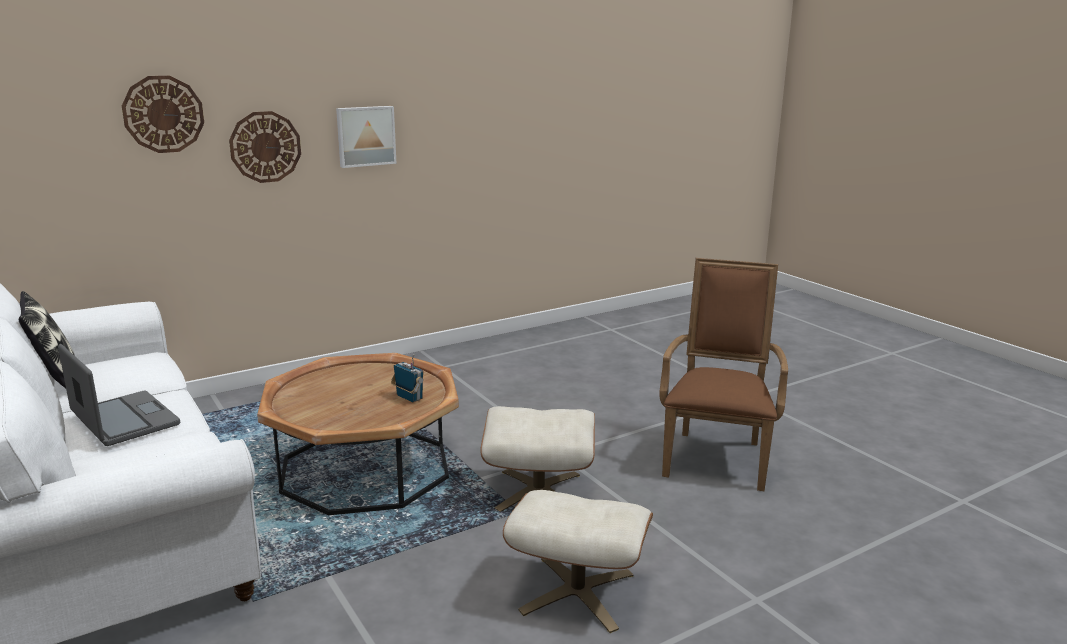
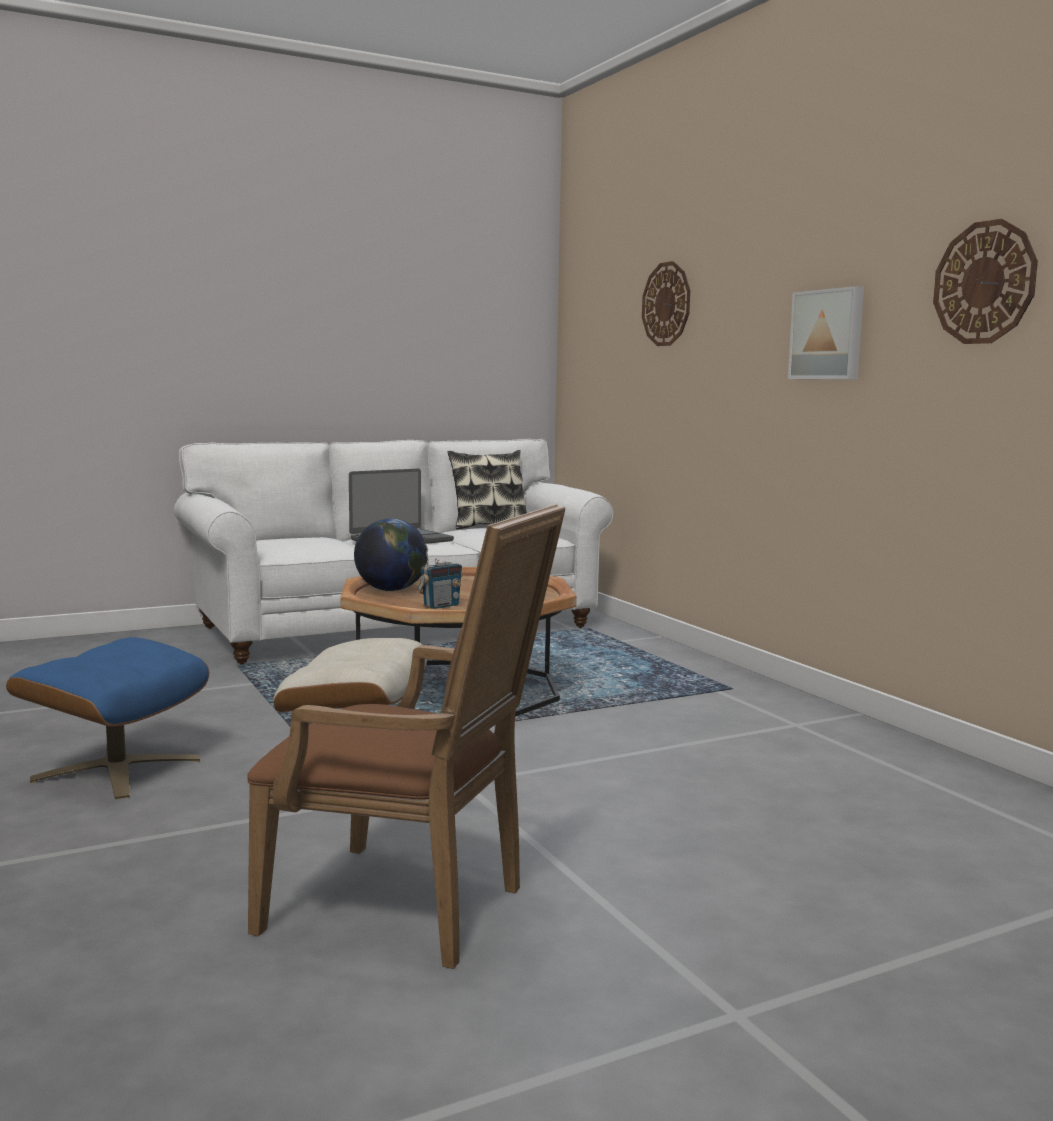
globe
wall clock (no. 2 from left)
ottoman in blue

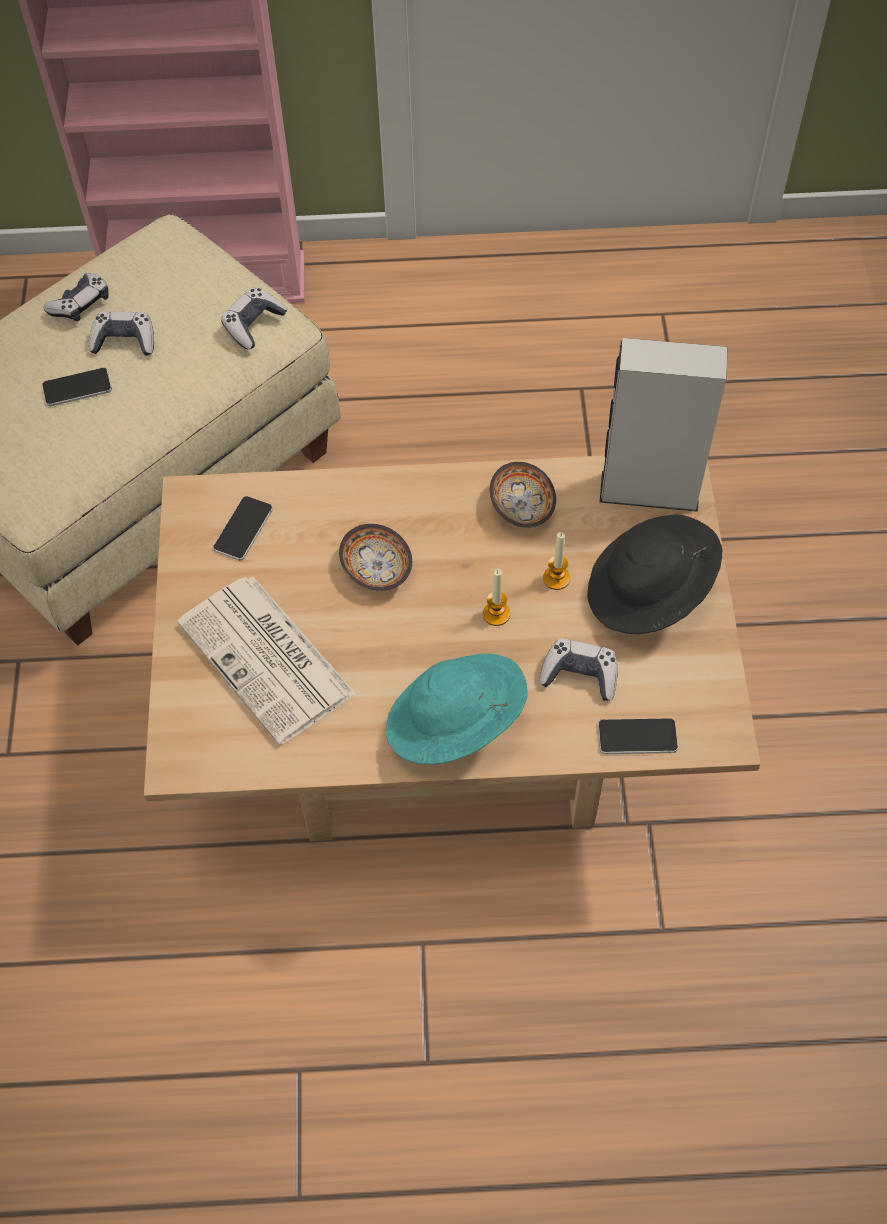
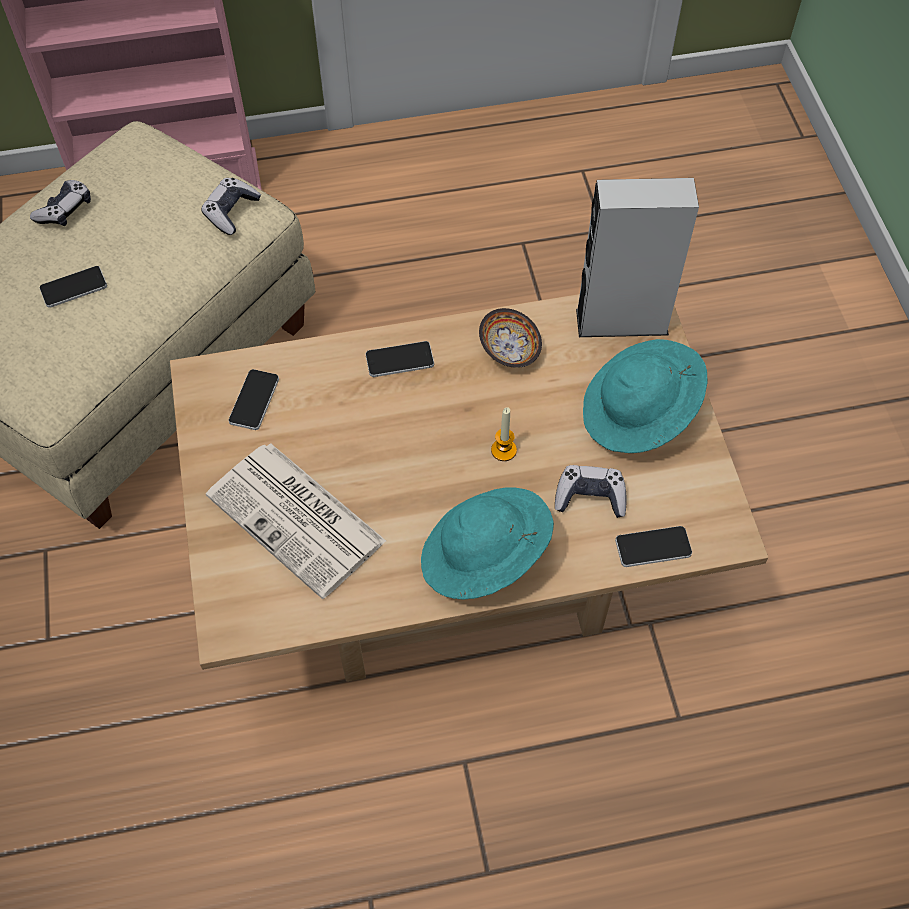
game controller (no. 2 from left in the first image)
bowl (no. 1 from left in the first image)
candle (no. 2 from left in the first image)
phone (no. 3 from left)
hat in turquoise (no. 2 from left)

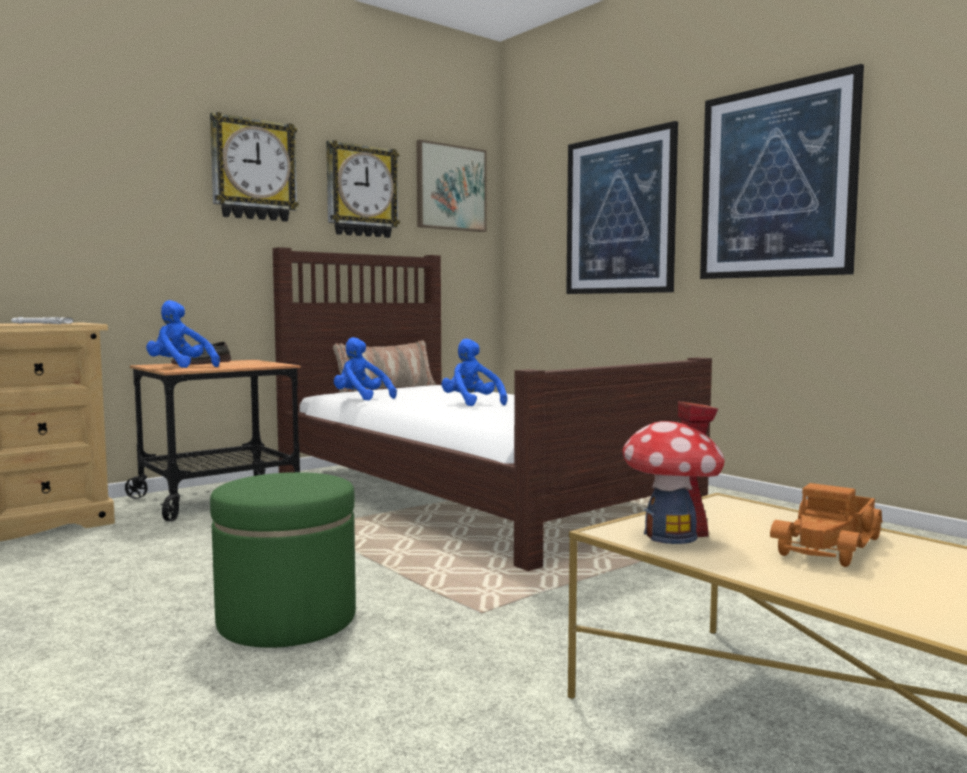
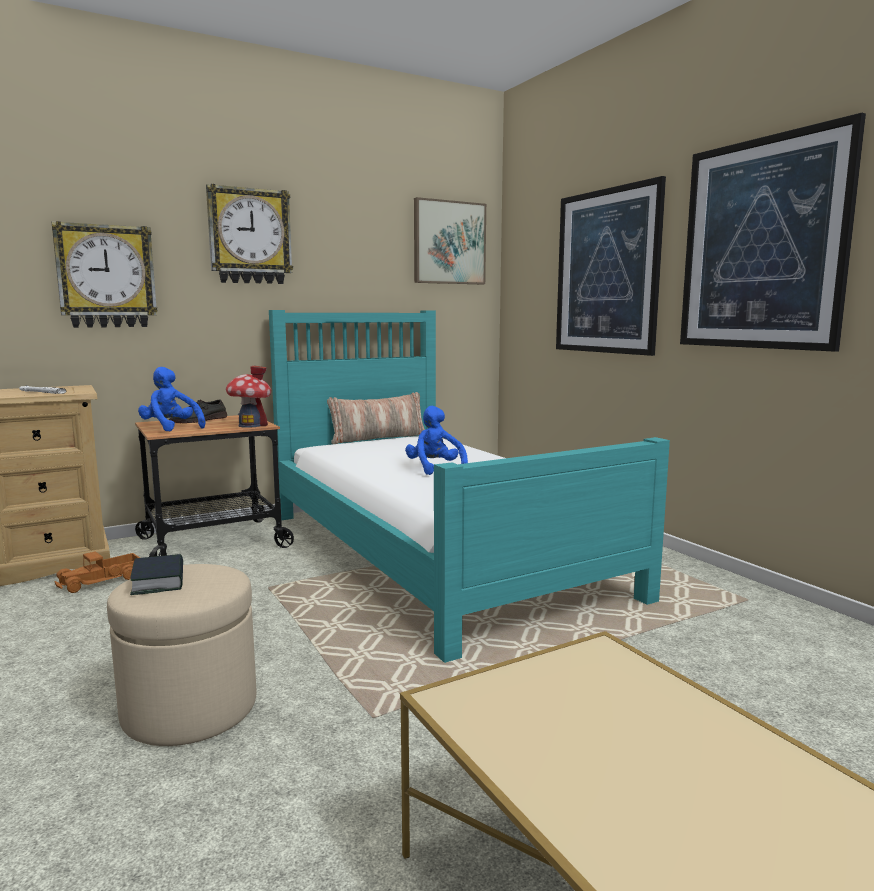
plush toy in blue (no. 2 from left in the first image)
book
wall clock (no. 1 from left)
toy house
toy truck
ottoman in beige
bed in turquoise

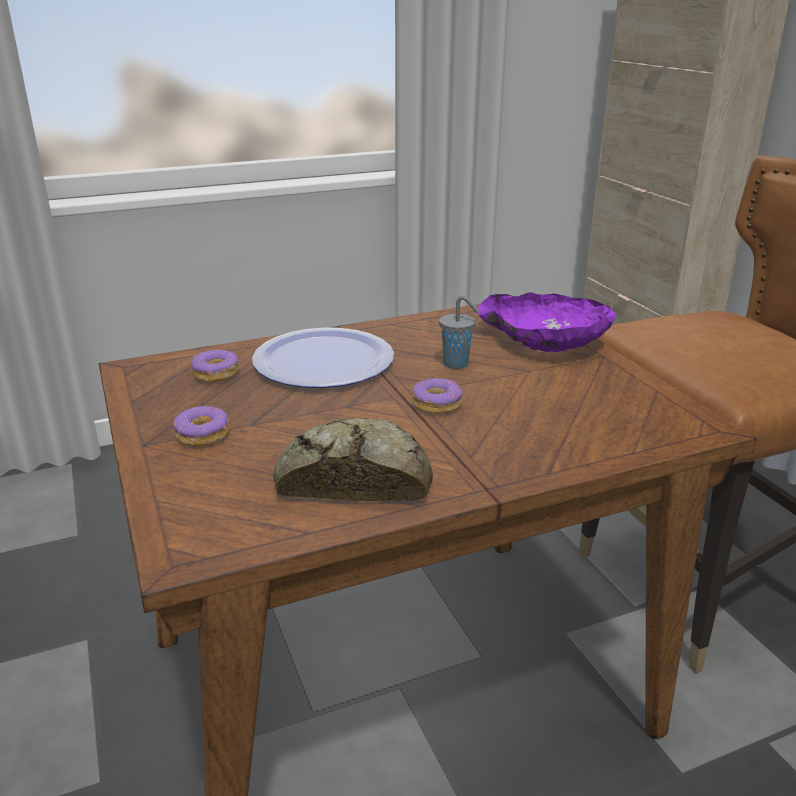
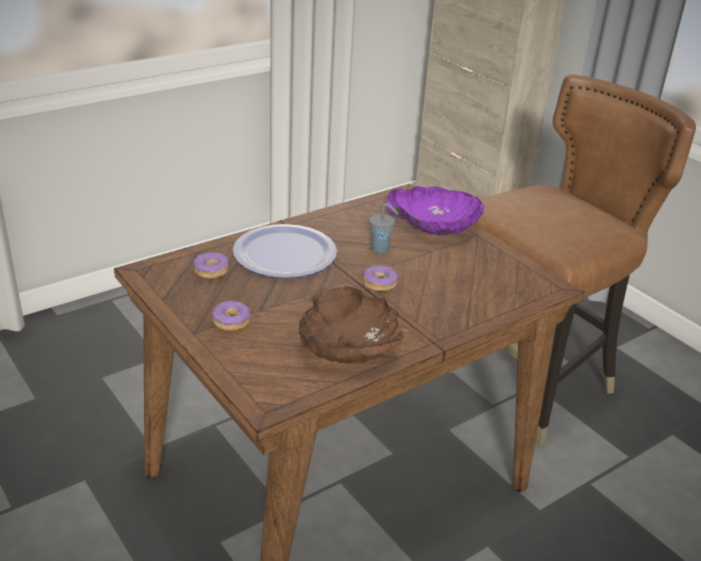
bowl in brown

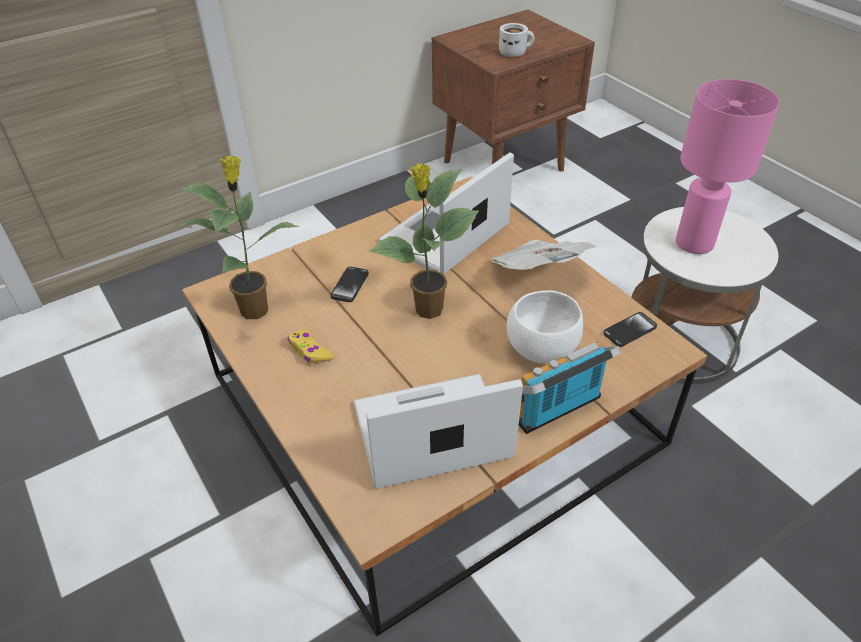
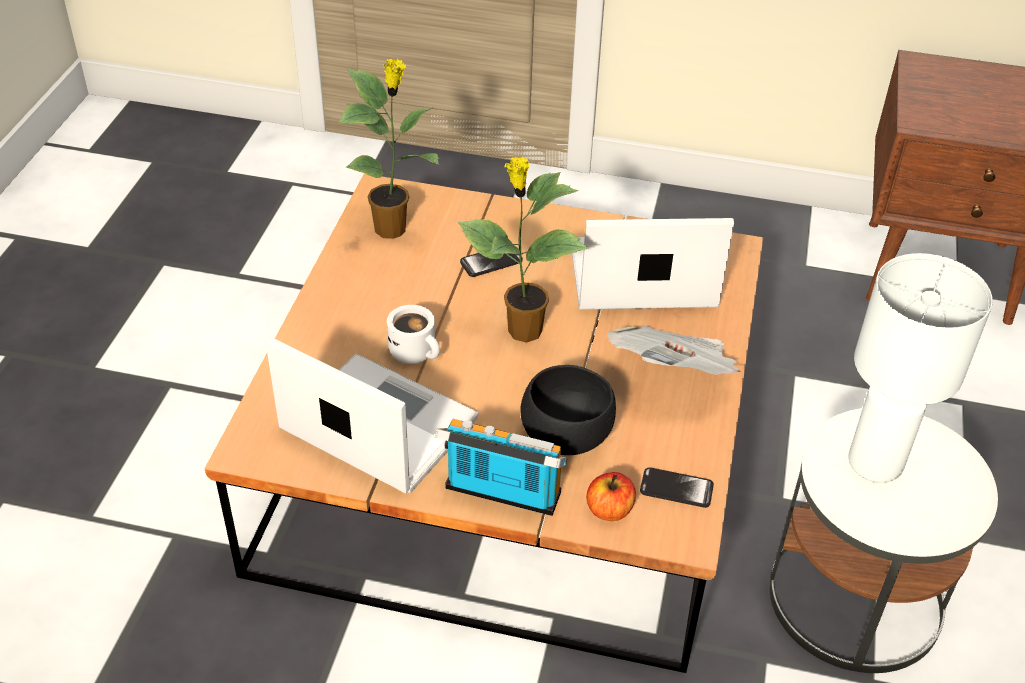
game controller in yellow
apple
mug in white
bowl in black
table lamp in white

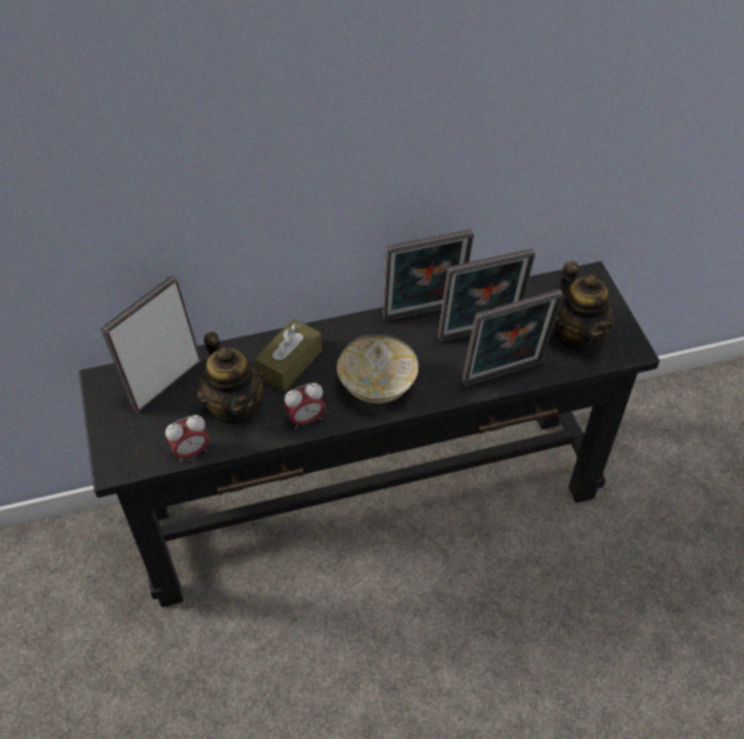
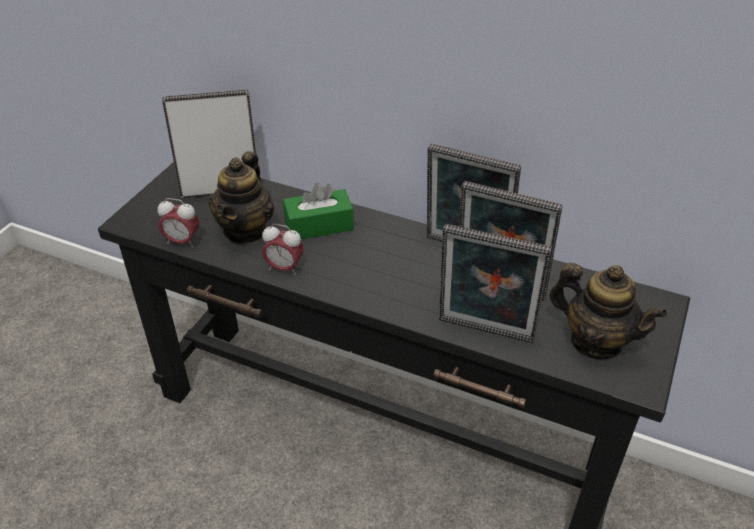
bowl
tissue box in green
teapot (no. 2 from left)

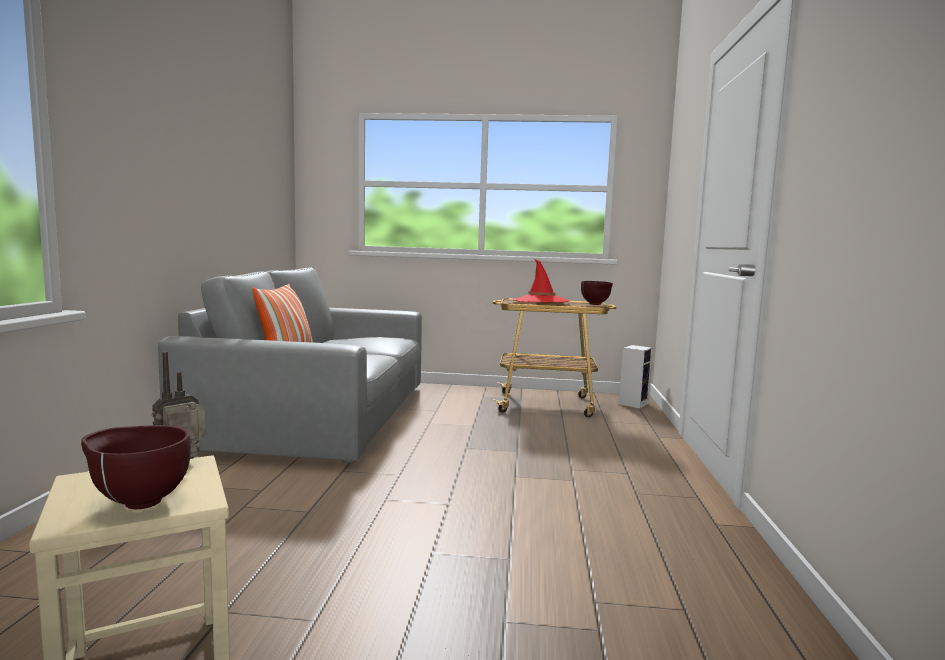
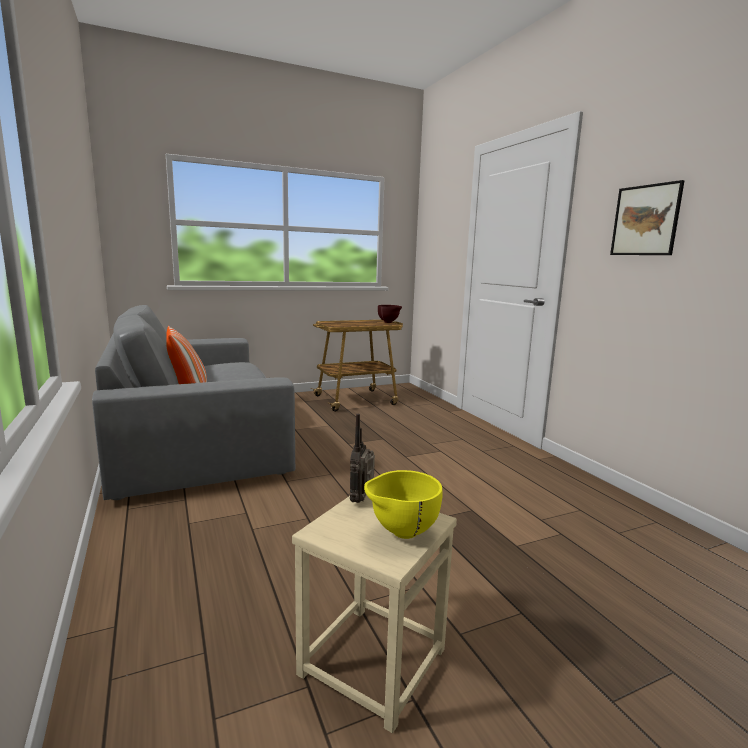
hat in red
speaker
picture
bowl in yellow

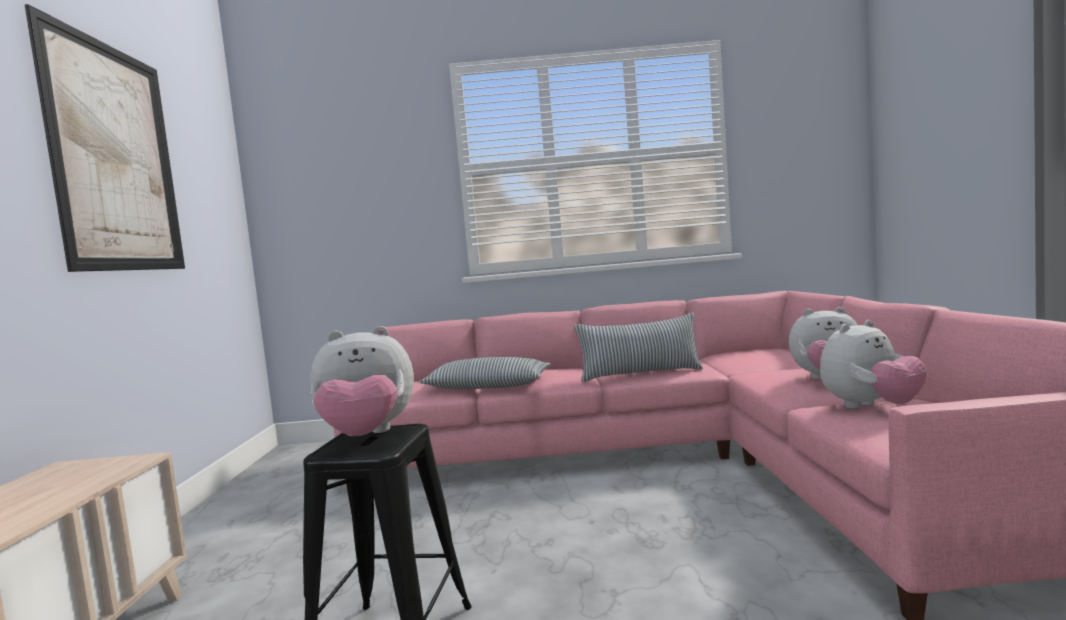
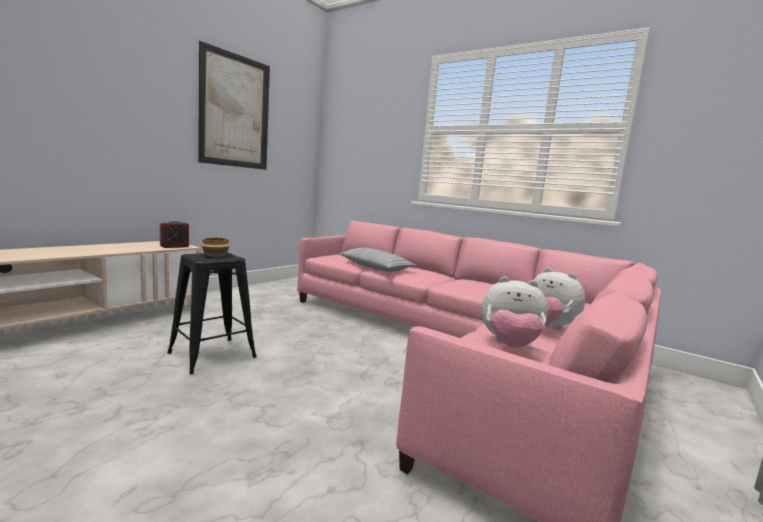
pillow (no. 2 from left in the first image)
alarm clock
bowl

